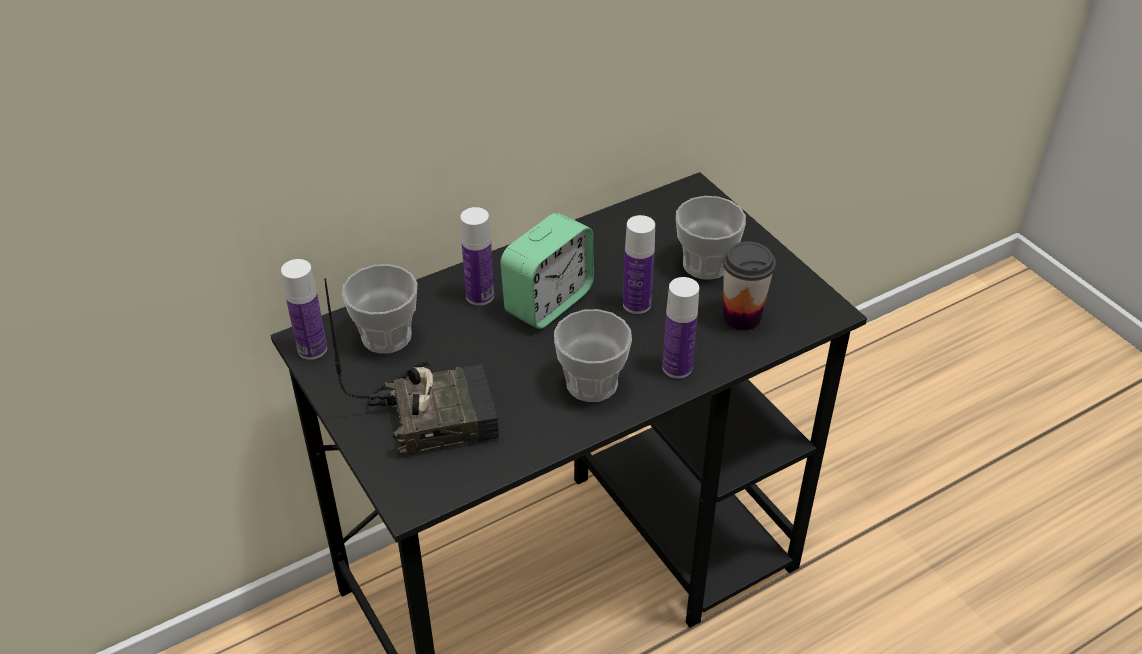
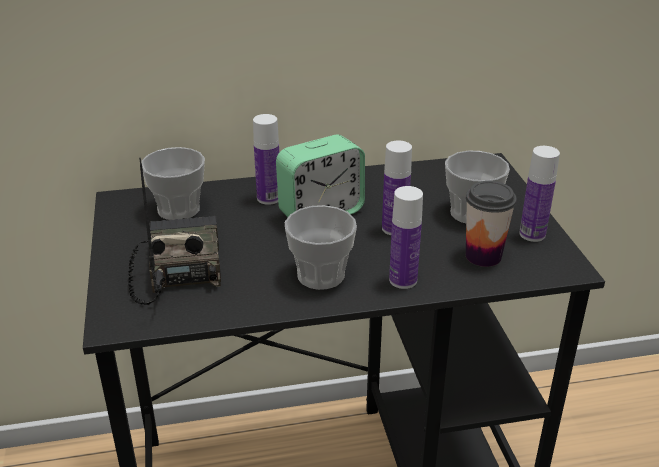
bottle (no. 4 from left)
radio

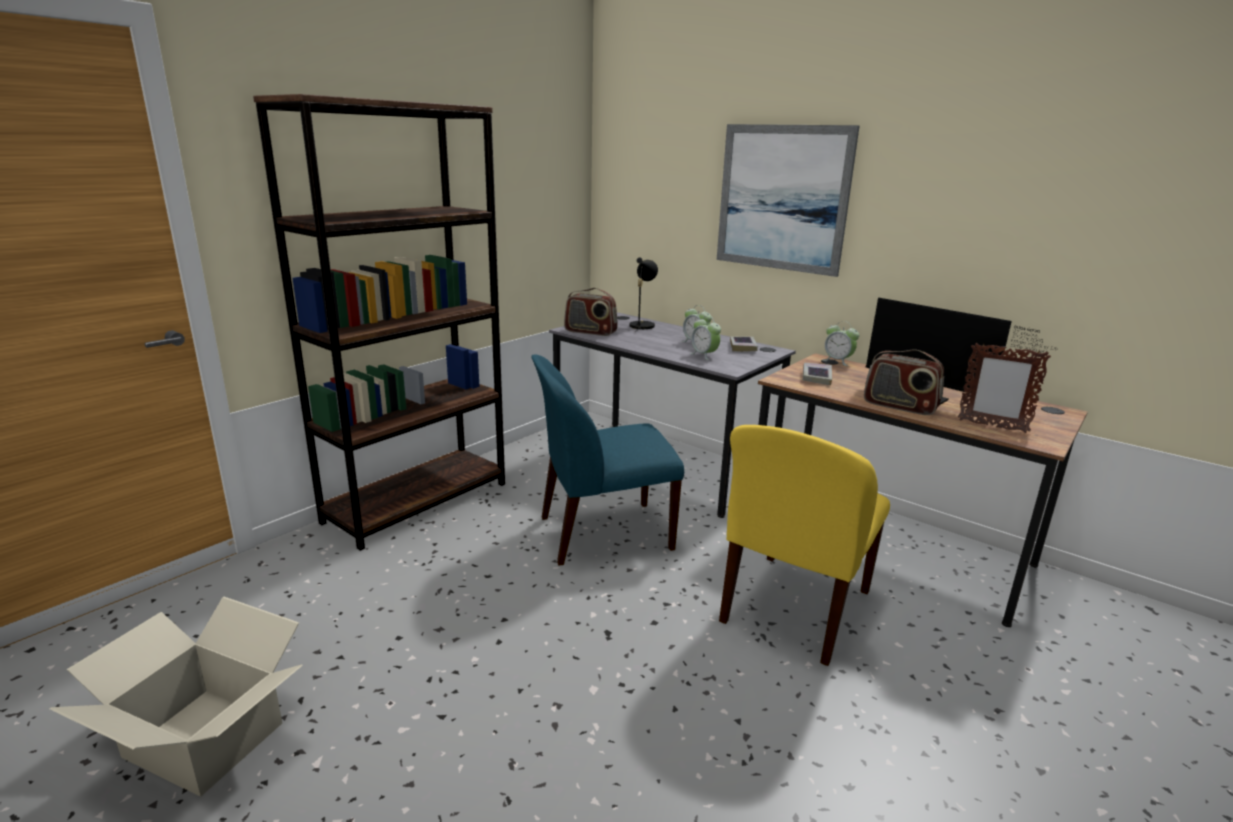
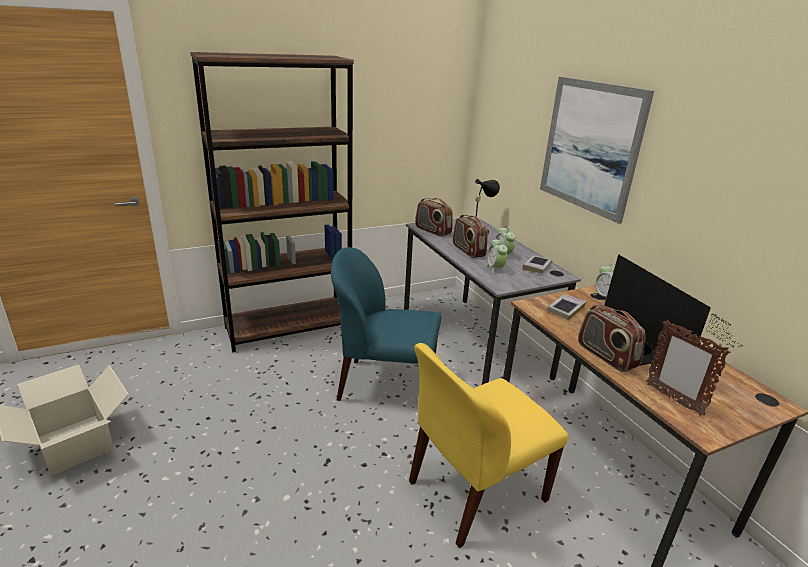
radio (no. 2 from left)

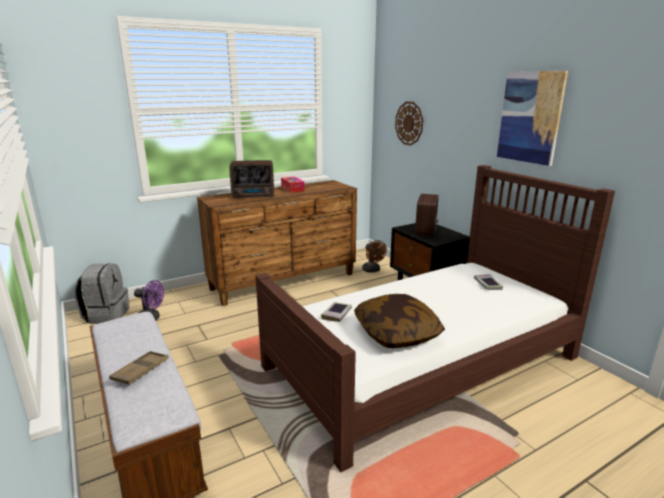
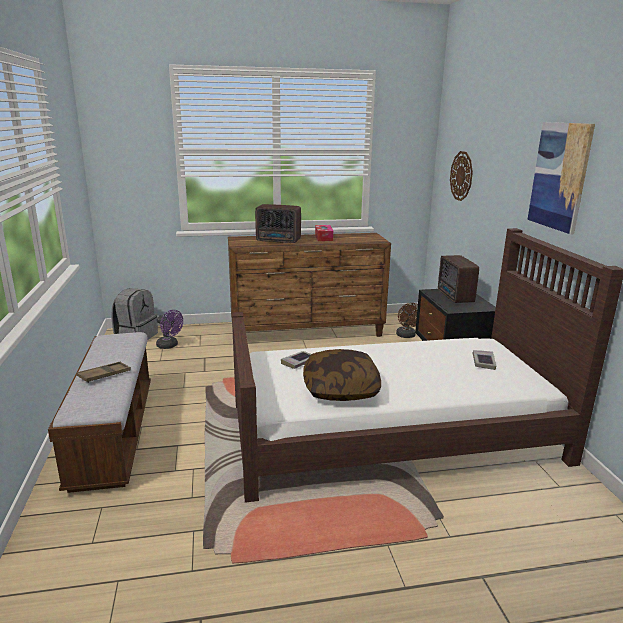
radio (no. 2 from left)

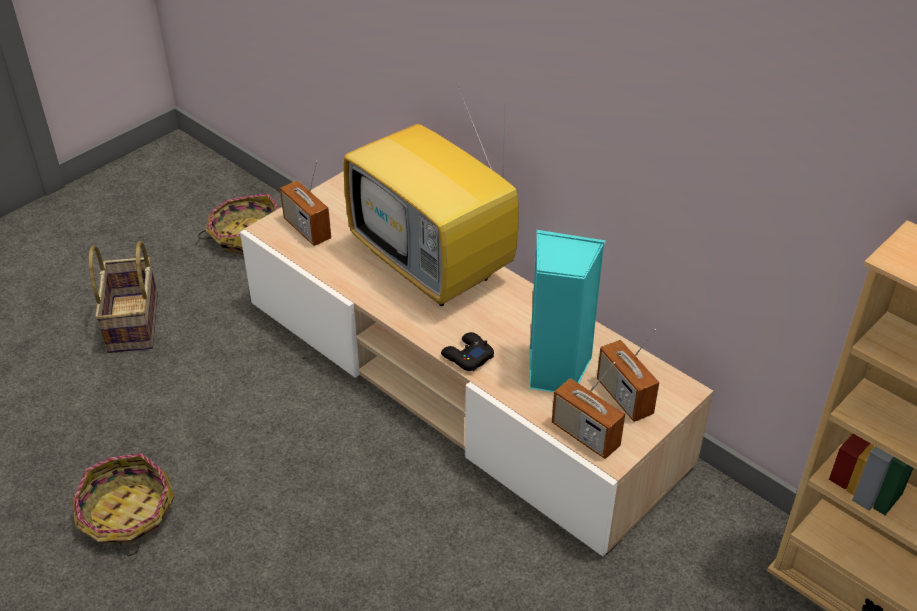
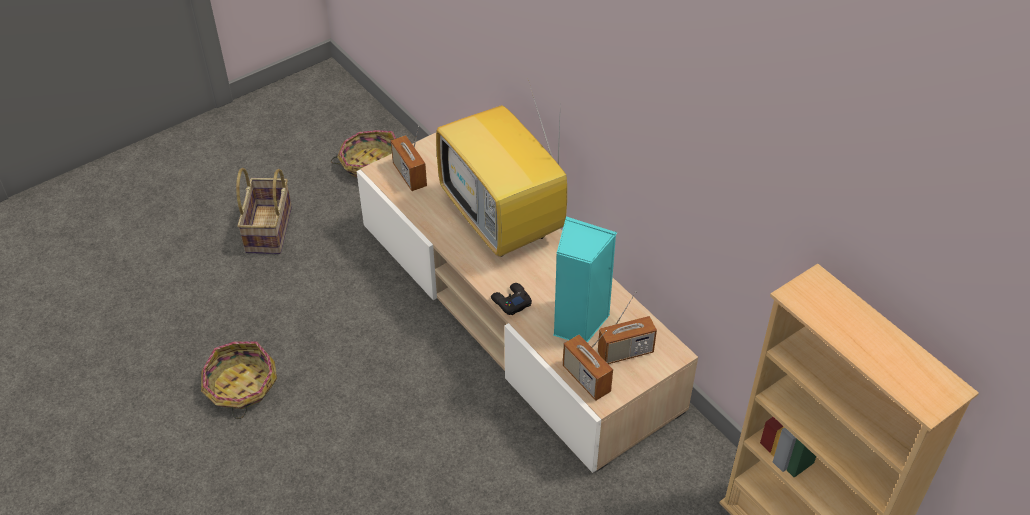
radio (no. 3 from left)

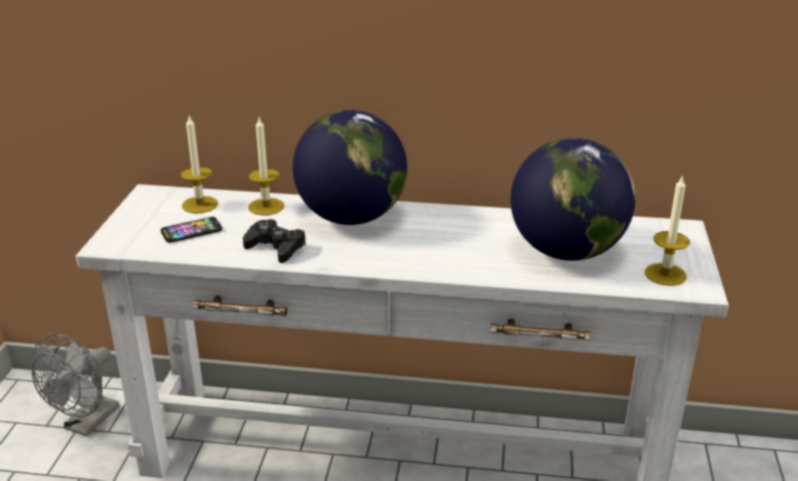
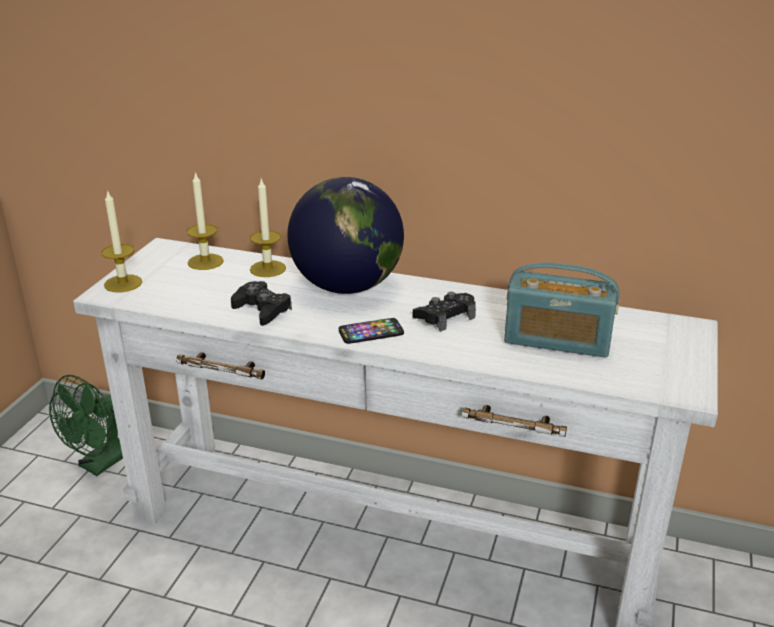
game controller in black (no. 2 from left)
phone
candle (no. 1 from left)
radio
fan in green

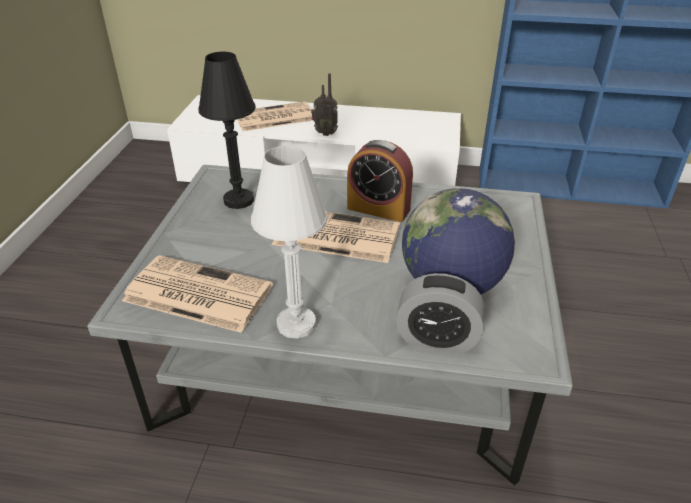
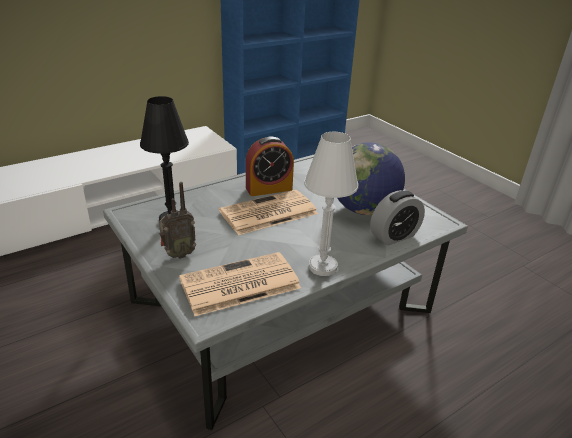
newspaper (no. 2 from left in the first image)
radio

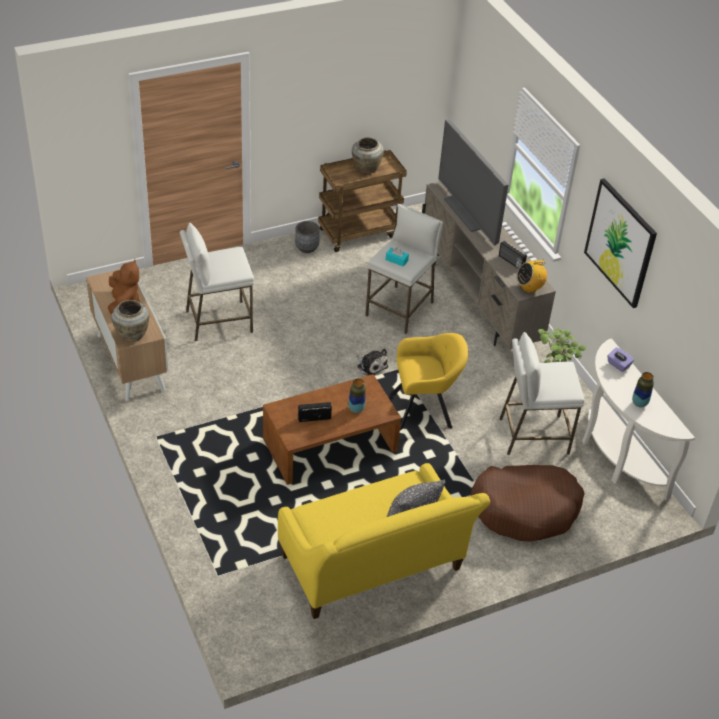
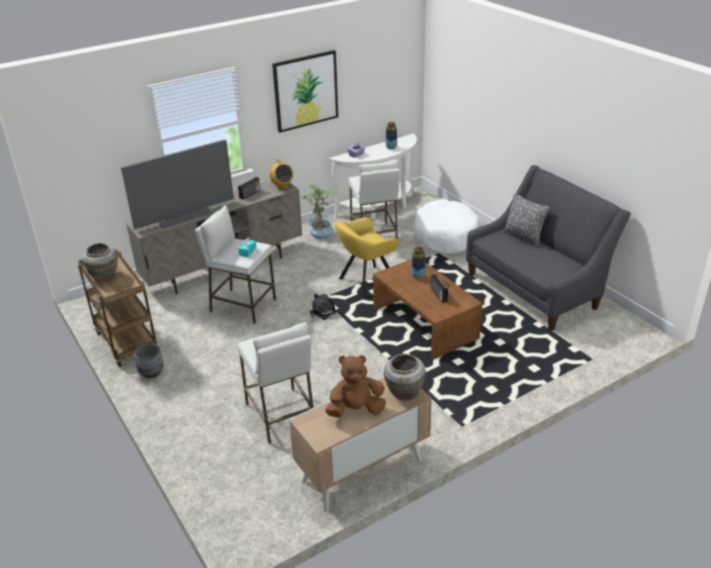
sofa in grey
dog bed in white
armchair in yellow

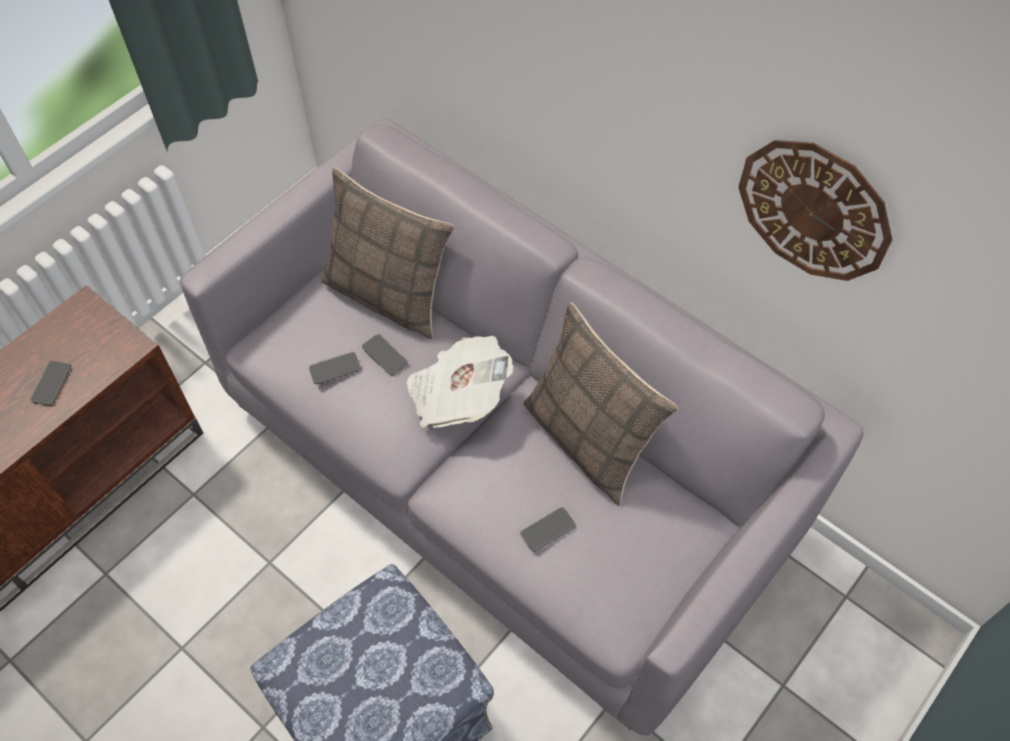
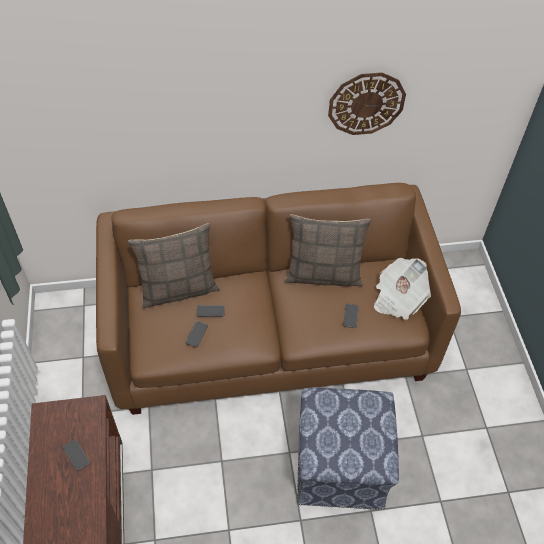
newspaper
sofa in brown

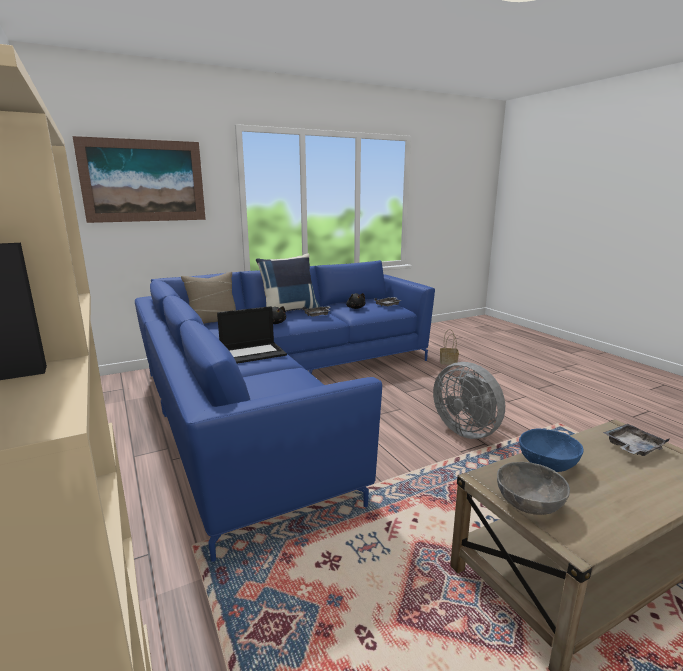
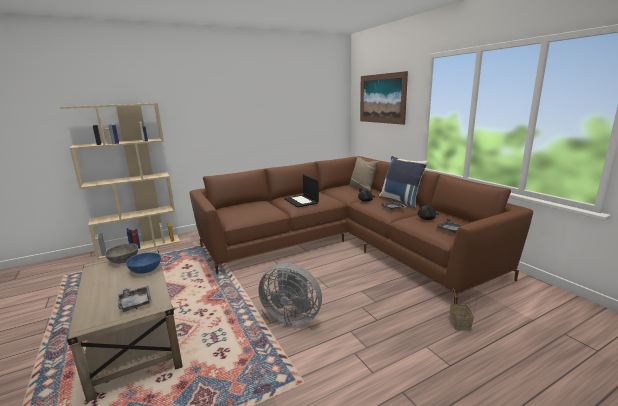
sofa in brown
fan in grey

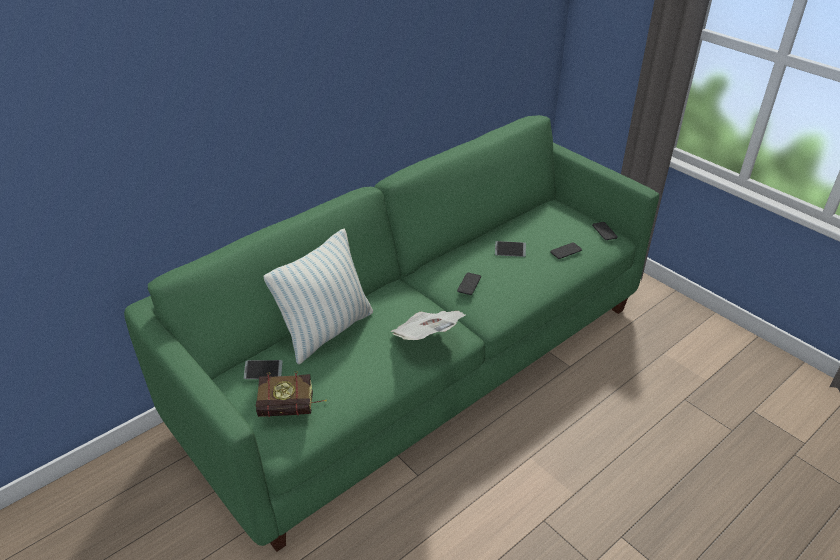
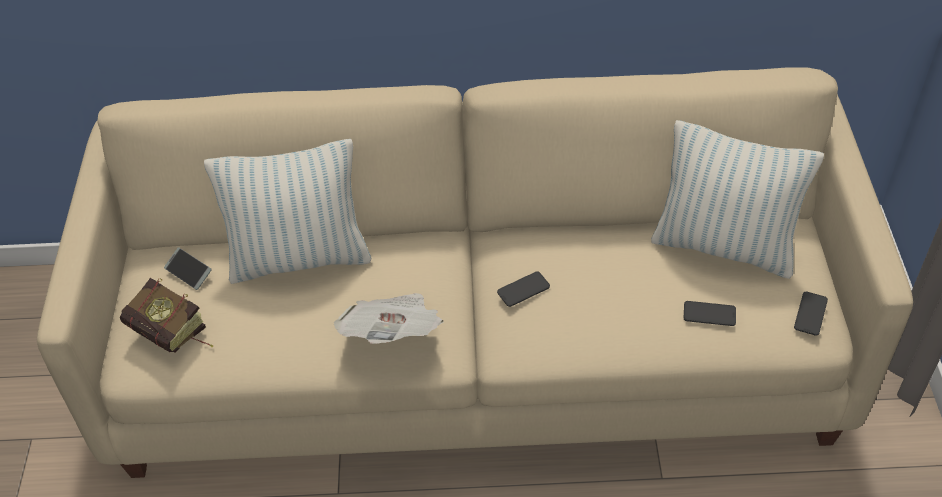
phone (no. 3 from left in the first image)
pillow (no. 2 from left)
sofa in beige

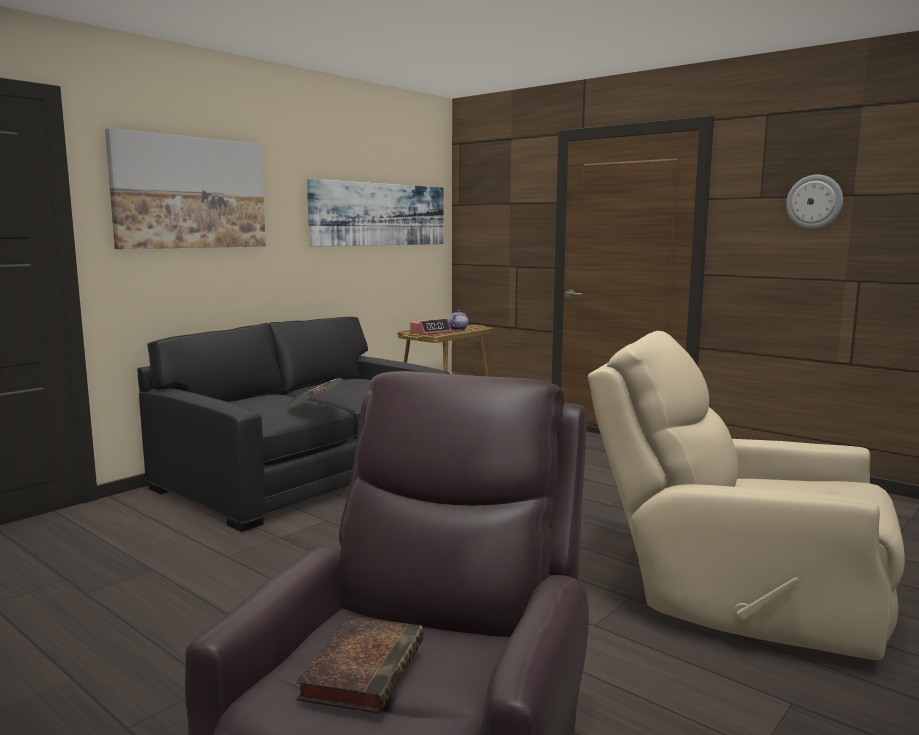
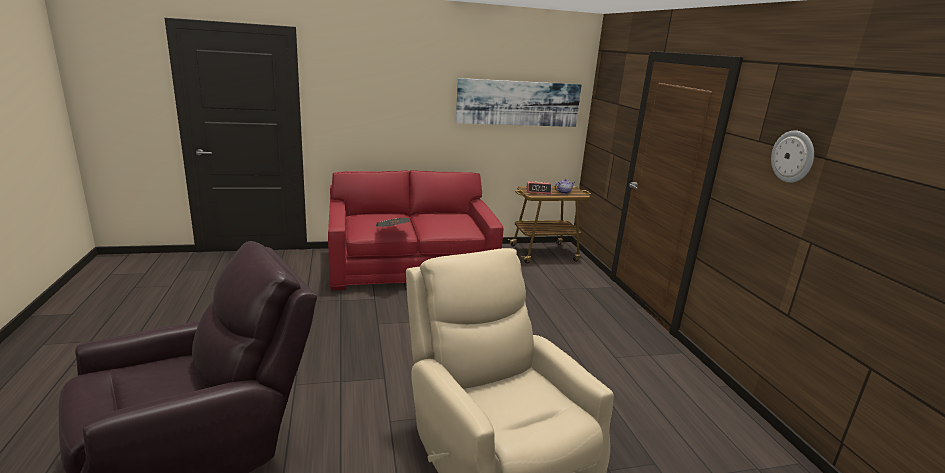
picture (no. 1 from left in the first image)
book
sofa in red

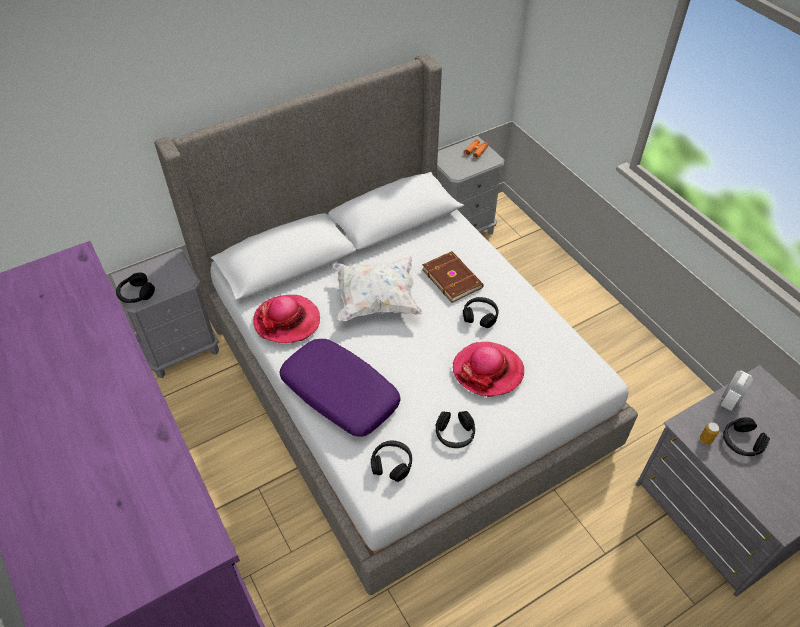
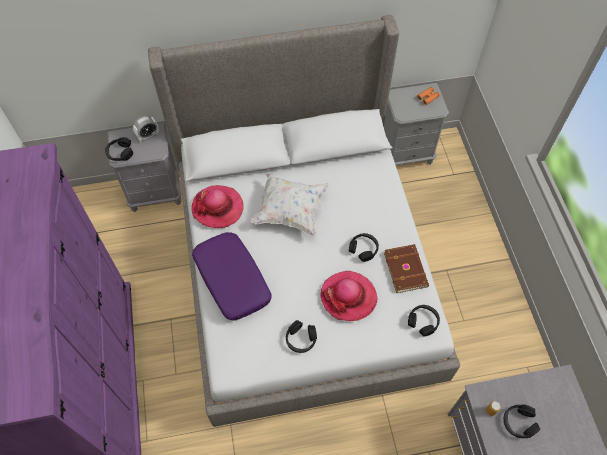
headphones in black (no. 4 from left)
book in brown
alarm clock

